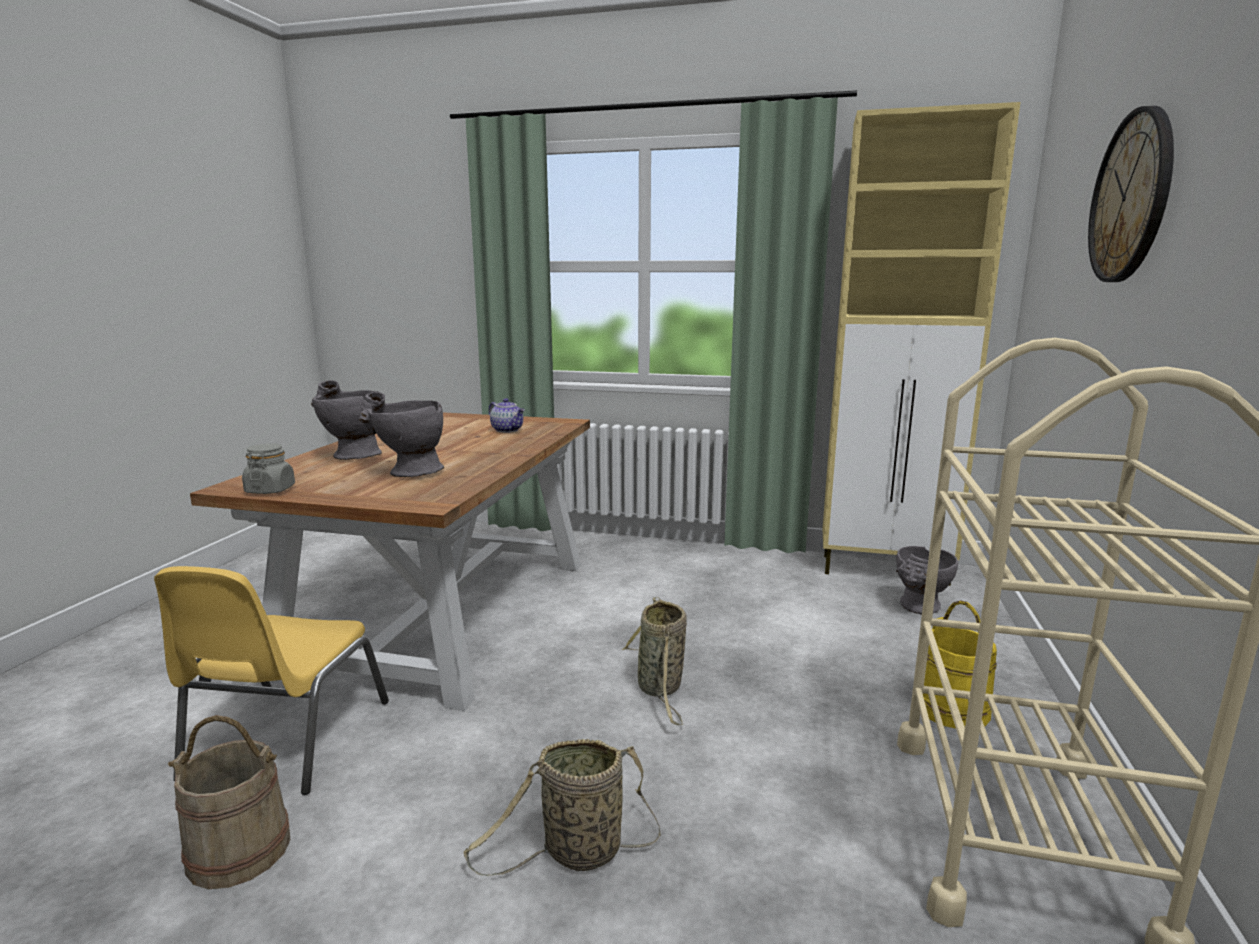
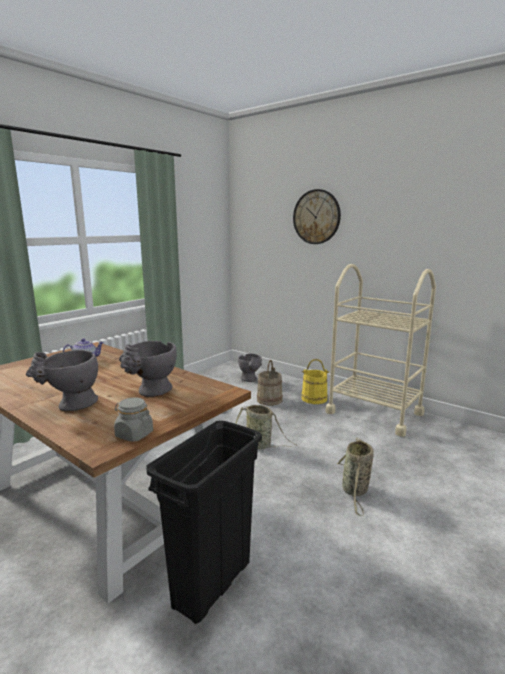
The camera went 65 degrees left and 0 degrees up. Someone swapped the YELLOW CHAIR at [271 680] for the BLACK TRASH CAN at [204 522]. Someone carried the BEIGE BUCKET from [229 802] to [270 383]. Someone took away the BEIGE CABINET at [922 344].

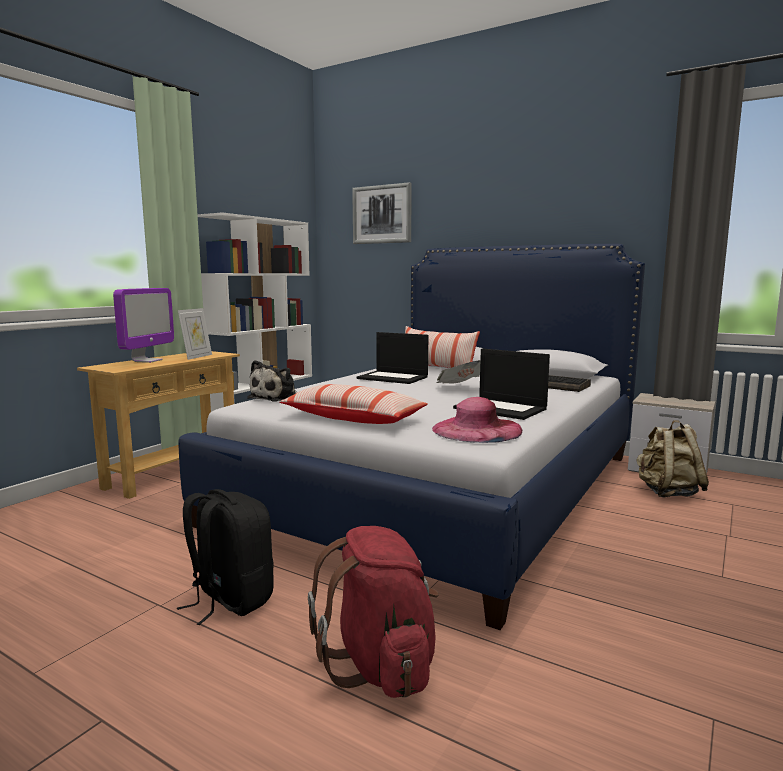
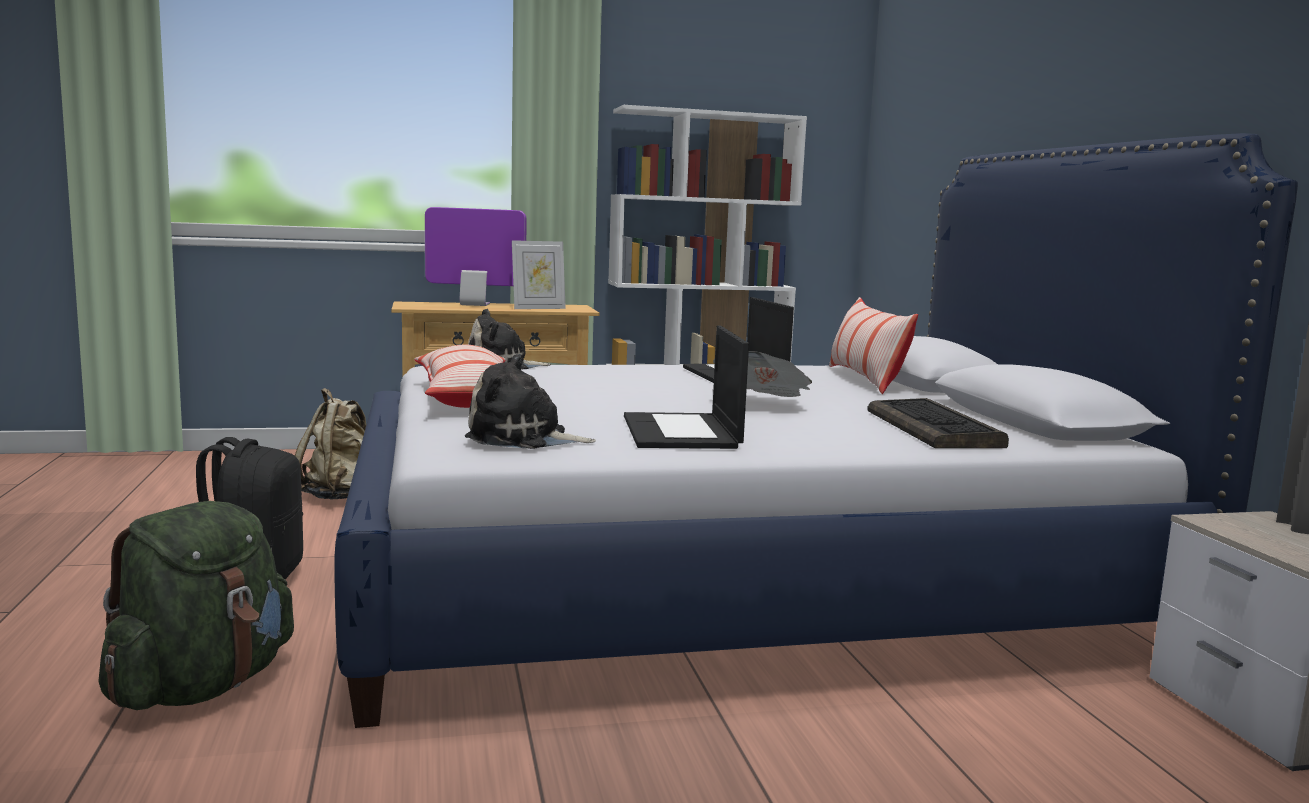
The camera went 45 degrees right and 0 degrees up. Someone rotated the MONITOR at [143 325] by 150 degrees counterclockwise. Someone repainted the RED BACKPACK at [373 612], which became the GREEN BACKPACK at [196 605]. Someone took away the PICTURE at [382 213]. Someone swapped the PINK HAT at [477 420] for the PLUSH TOY at [530 401]. Someone carried the BEIGE BACKPACK from [673 458] to [330 444].

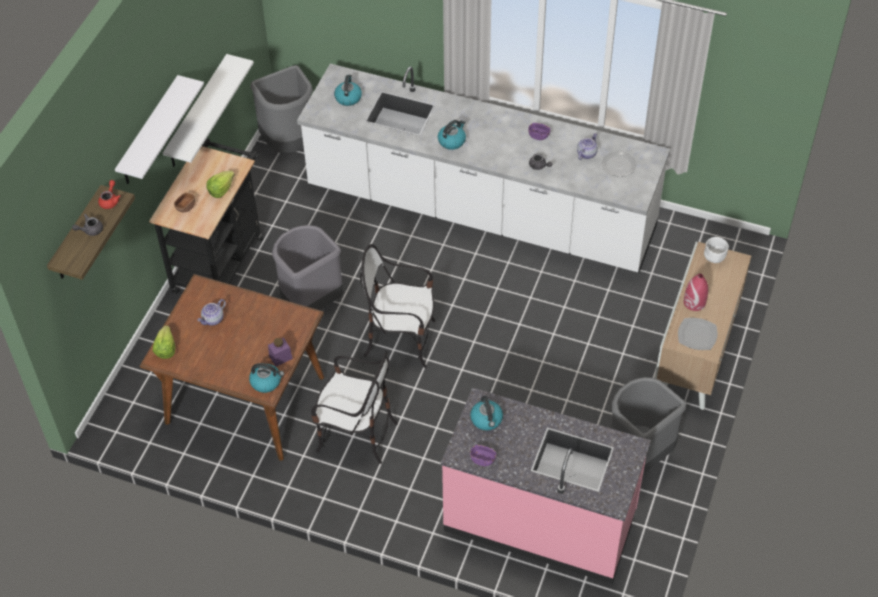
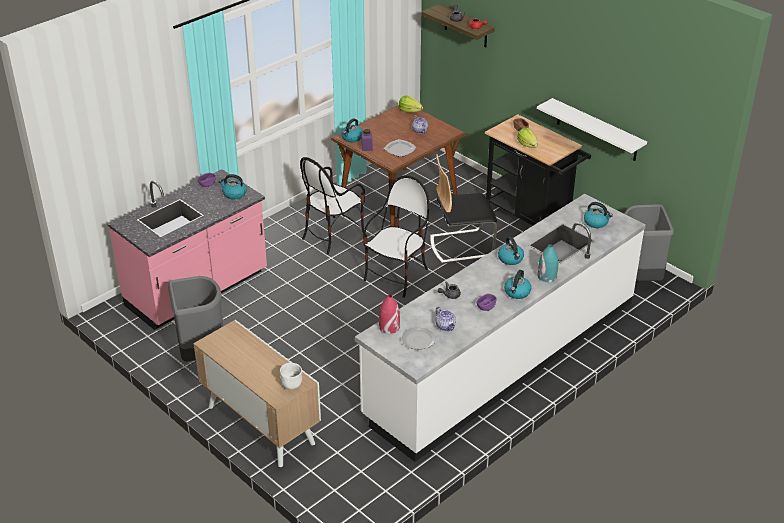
The camera went 115 degrees right and 15 degrees down. Someone took away the WHITE SHELF at [159 129]. Someone swapped the GREY TRASH CAN at [307 267] for the CHAIR at [463 209]. Someone carried the PLATE from [697 334] to [400 148]. Someone carried the RED VASE from [696 292] to [389 314]. Someone put down the KETTLE at [517 284]. Someone put down the TURQUOISE VASE at [547 263].

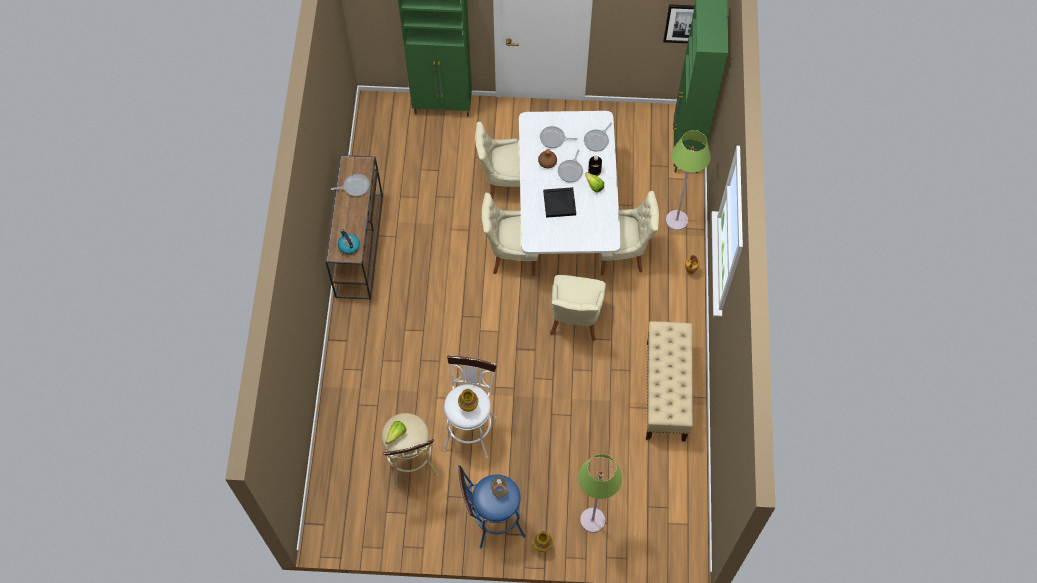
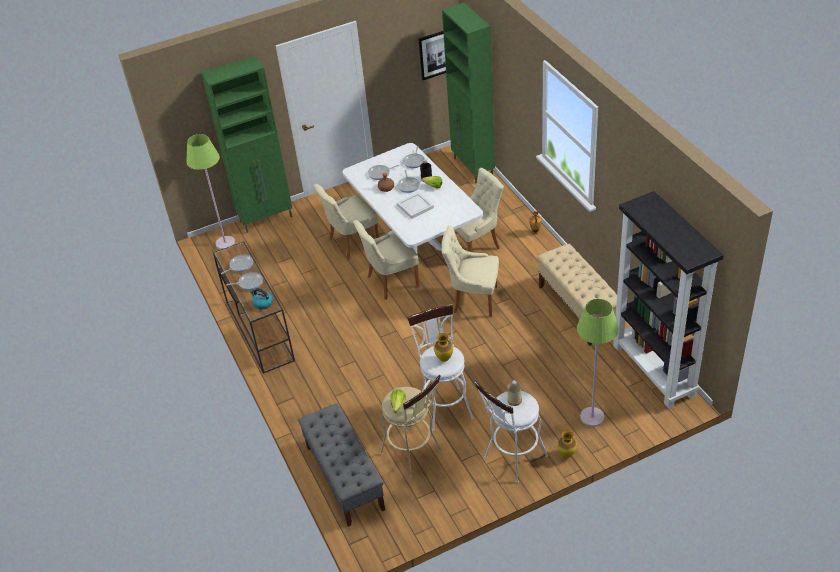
The camera went 25 degrees left and 20 degrees down. Someone repainted the BLUE STOOL at [492 507], which became the WHITE STOOL at [511 432]. Someone repainted the BLACK TRAY at [559 202], which became the WHITE TRAY at [415 205]. Someone rotated the BEIGE CHAIR at [578 308] by 120 degrees clockwise. Someone carried the GREEN FLOOR LAMP from [688 180] to [210 192]. Someone put down the FRYING PAN at [244 281]. Someone put down the GREY BENCH at [341 465]. Someone put down the BLACK BOOKCASE at [668 300].

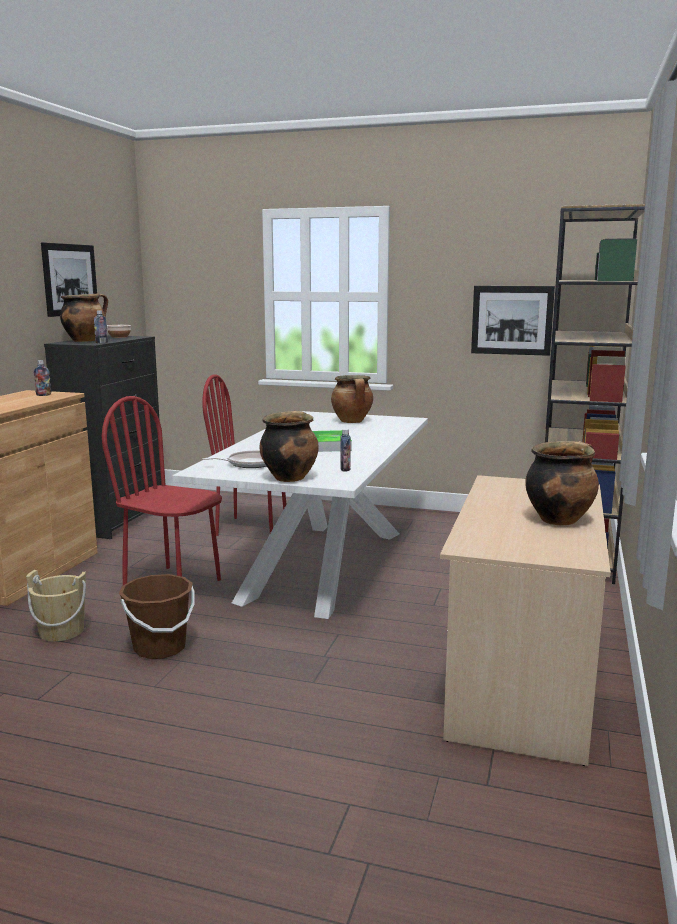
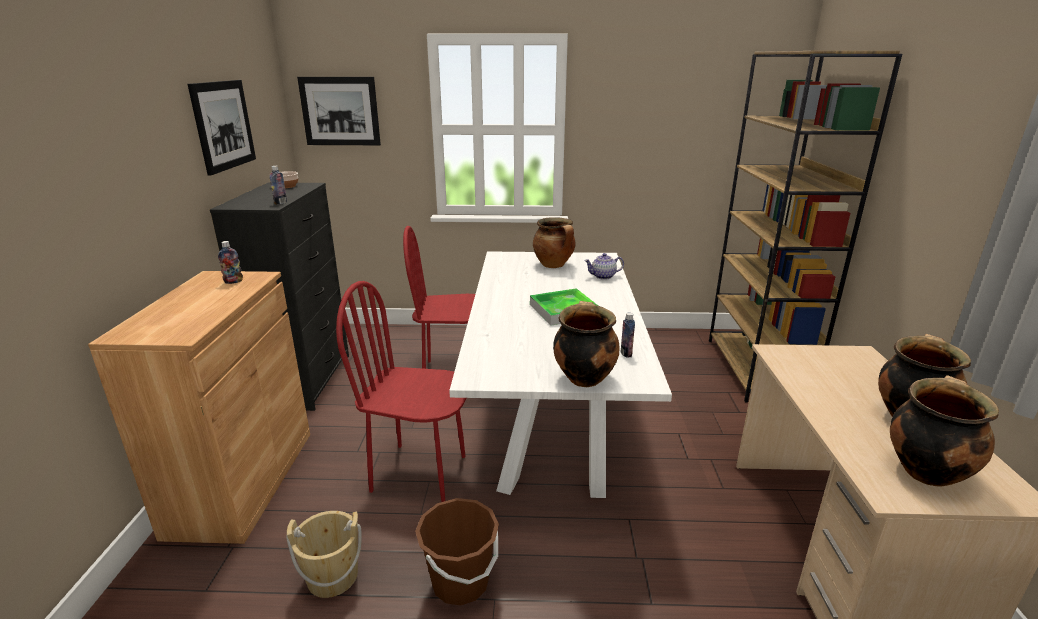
The camera went 15 degrees left and 10 degrees up. Someone carried the COOKING POT from [84 317] to [944 431]. Someone took away the FRYING PAN at [234 459]. Someone carried the PICTURE from [513 321] to [339 111]. Someone put down the TEAPOT at [604 266].

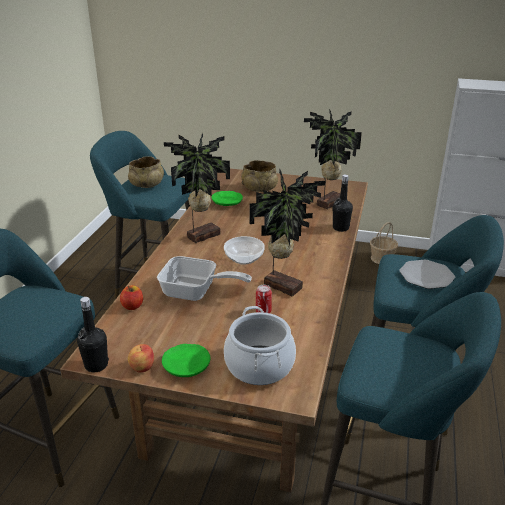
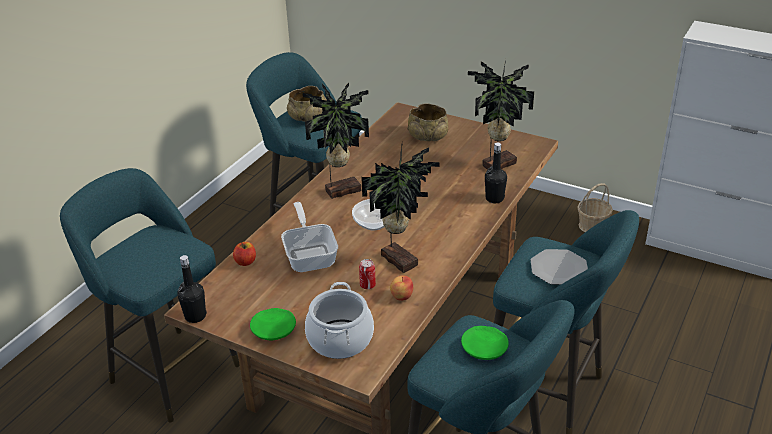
The camera went 15 degrees right and 5 degrees up. Someone carried the APPLE from [141 358] to [401 288]. Someone rotated the FRYING PAN at [204 278] by 135 degrees counterclockwise. Someone carried the GREEN PLATE from [227 198] to [485 343].

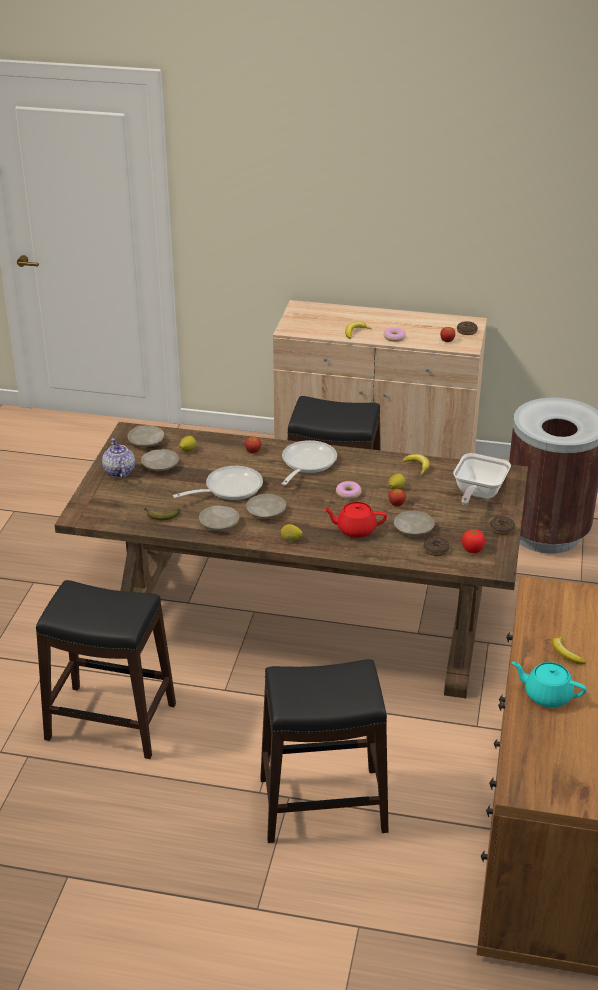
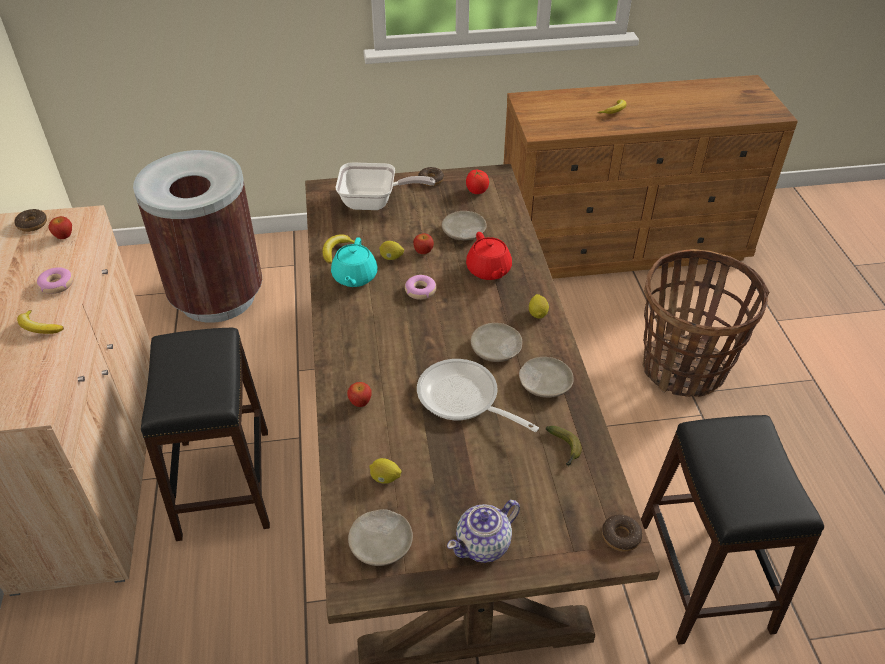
The camera went 110 degrees left and 10 degrees up. Someone took away the BEIGE PLATE at [160 460]. Someone swapped the BLACK STOOL at [324 751] for the BASKET at [706 323]. Someone took away the FRYING PAN at [309 462]. Someone carried the DONUT from [437 546] to [622 533]. Someone carried the TURQUOISE TEAPOT from [549 684] to [354 262].

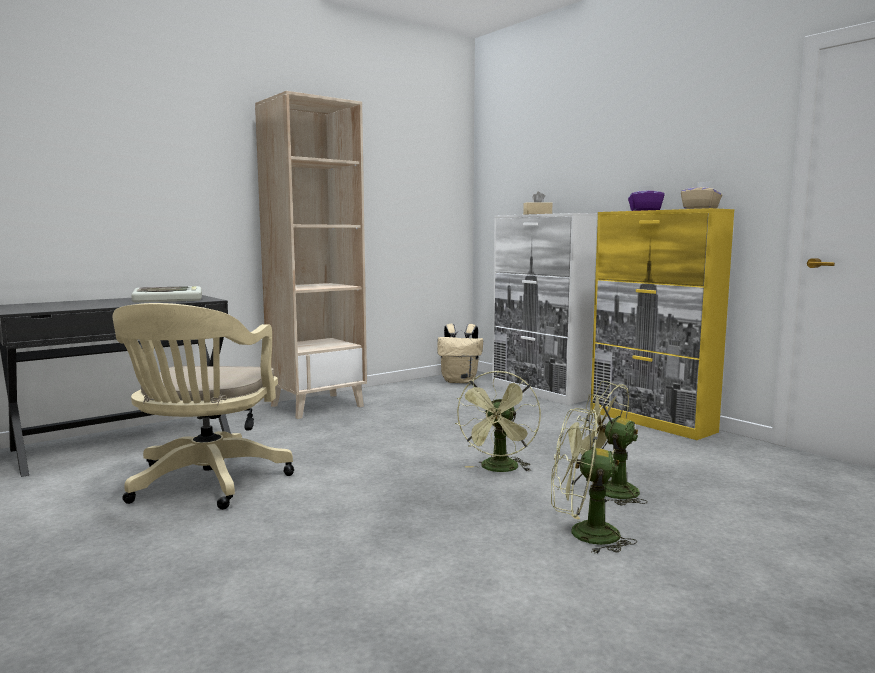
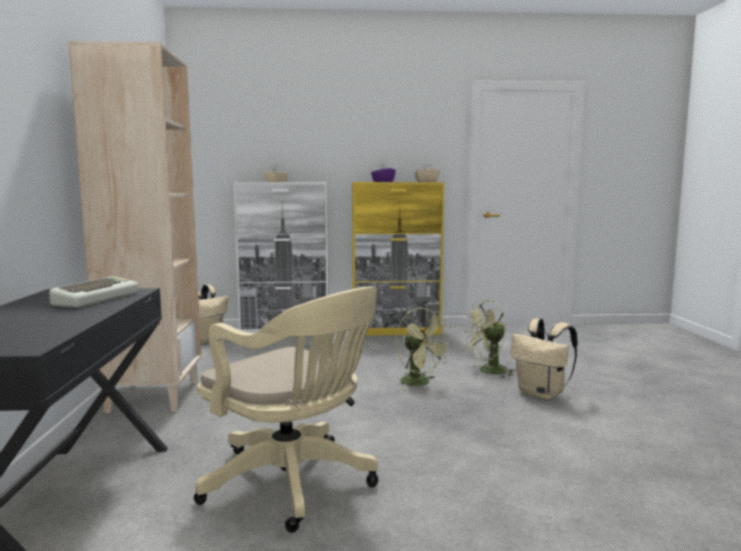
The camera went 55 degrees left and 0 degrees up. Someone swapped the GREEN FAN at [594 481] for the BEIGE BACKPACK at [544 359].

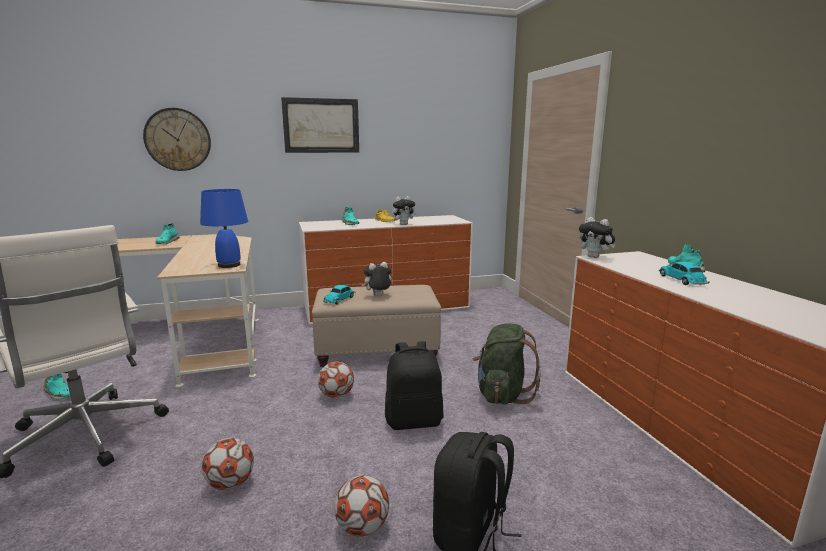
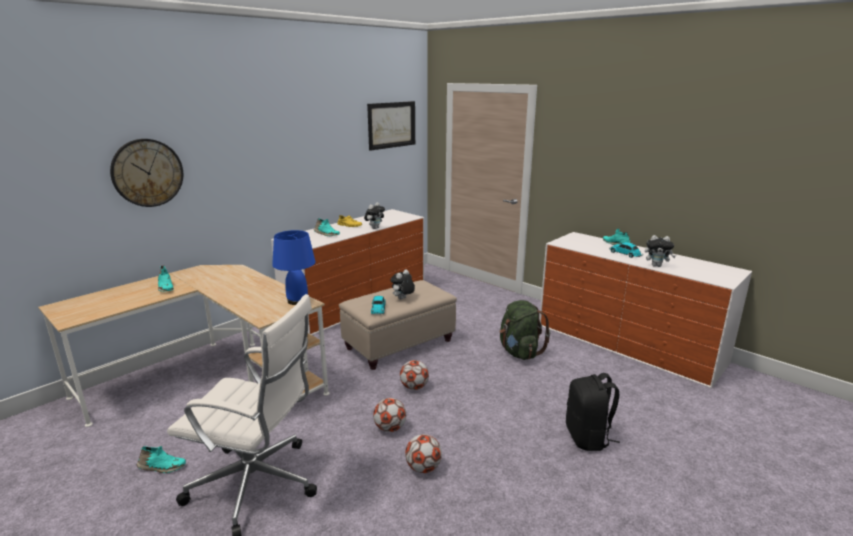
The camera went 30 degrees left and 5 degrees up. Someone carried the PICTURE from [320 125] to [391 126]. Someone carried the FOOTBALL from [361 506] to [389 415]. Someone took away the BLACK BACKPACK at [414 385]. Someone carried the PLUSH TOY from [597 237] to [660 251].

